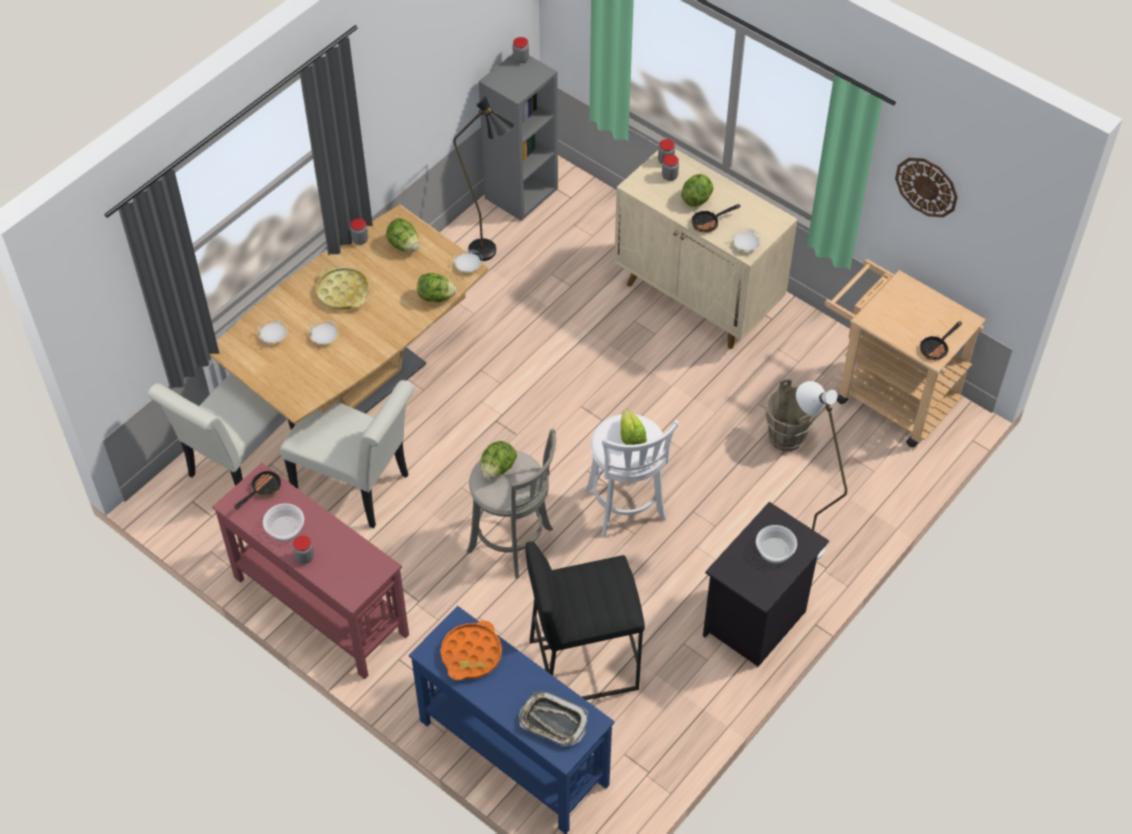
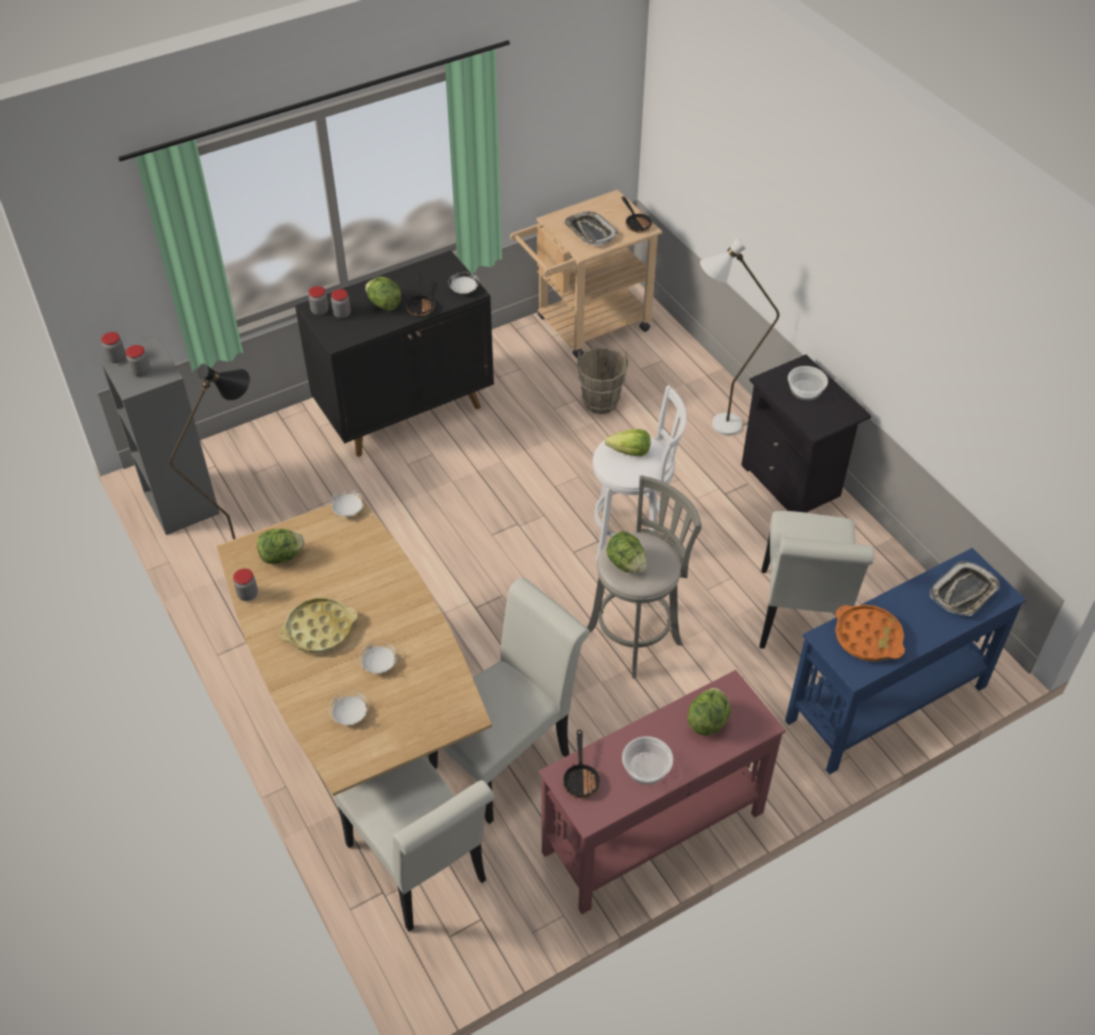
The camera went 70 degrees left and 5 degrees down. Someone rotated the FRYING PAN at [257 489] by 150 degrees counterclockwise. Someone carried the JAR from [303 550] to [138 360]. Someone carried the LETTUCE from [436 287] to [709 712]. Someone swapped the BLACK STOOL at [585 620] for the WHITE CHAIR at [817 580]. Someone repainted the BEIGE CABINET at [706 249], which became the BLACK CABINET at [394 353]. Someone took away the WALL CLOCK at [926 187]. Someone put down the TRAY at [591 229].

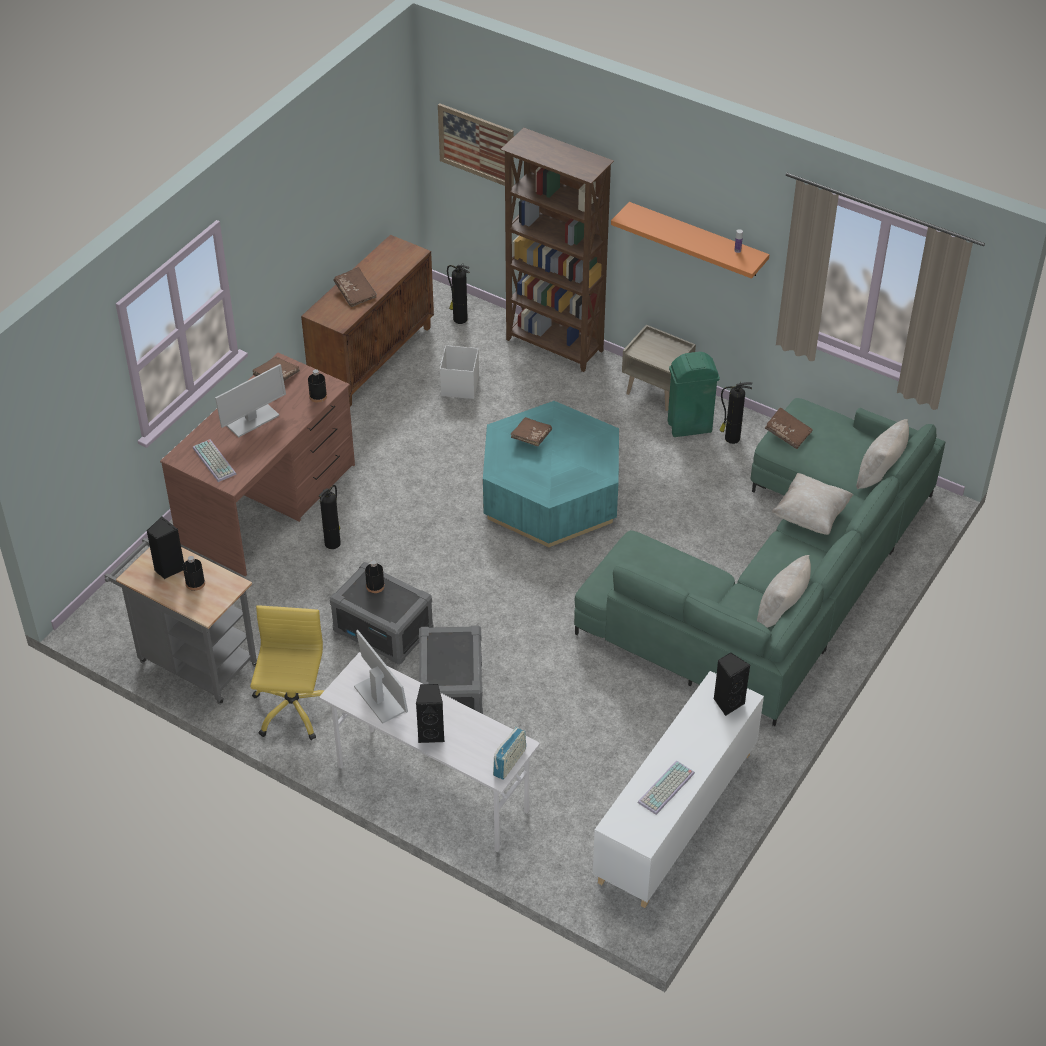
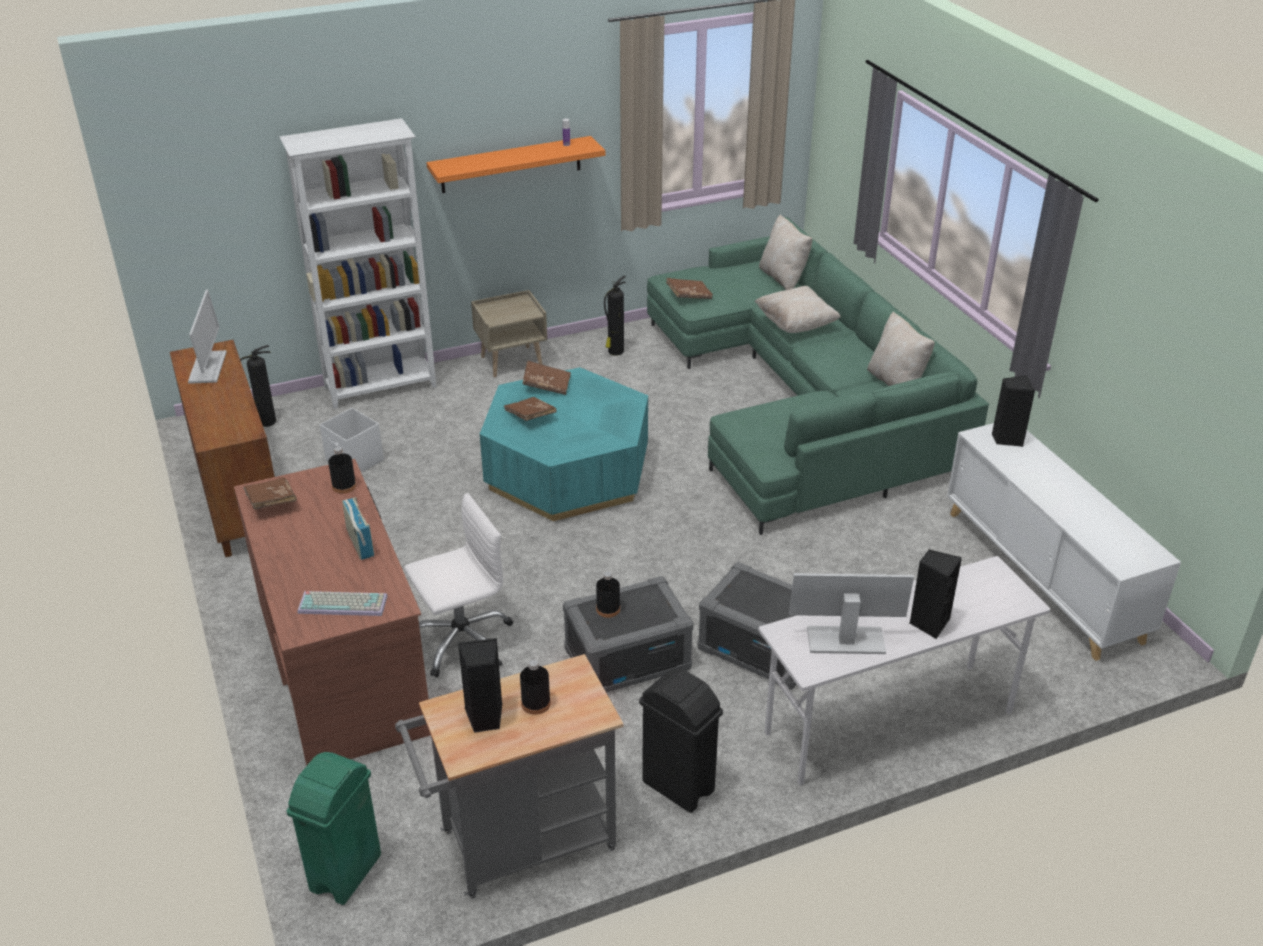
The camera went 55 degrees left and 10 degrees down. Someone carried the MONITOR from [250 401] to [207 337]. Someone swapped the YELLOW OFFICE CHAIR at [287 672] for the BLACK TRASH CAN at [681 741]. Someone swapped the FIRE EXTINGUISHER at [330 517] for the WHITE OFFICE CHAIR at [458 585]. Someone carried the BROWN BOOK from [355 287] to [547 378]. Someone took away the PICTURE at [476 145]. Someone carried the RADIO from [509 753] to [358 528]. Someone repainted the BROWN BOOKCASE at [557 250], which became the WHITE BOOKCASE at [358 263]. Someone took away the KEYBOARD at [666 787]. Someone carried the GREEN TRASH CAN from [694 394] to [334 828].

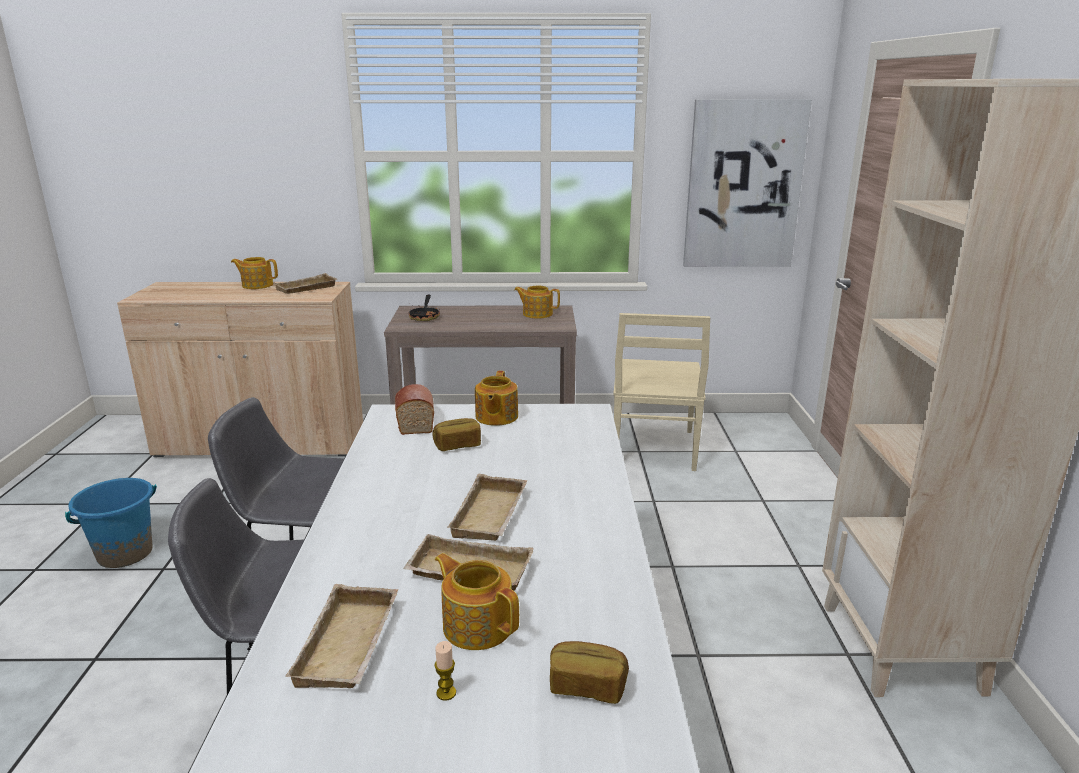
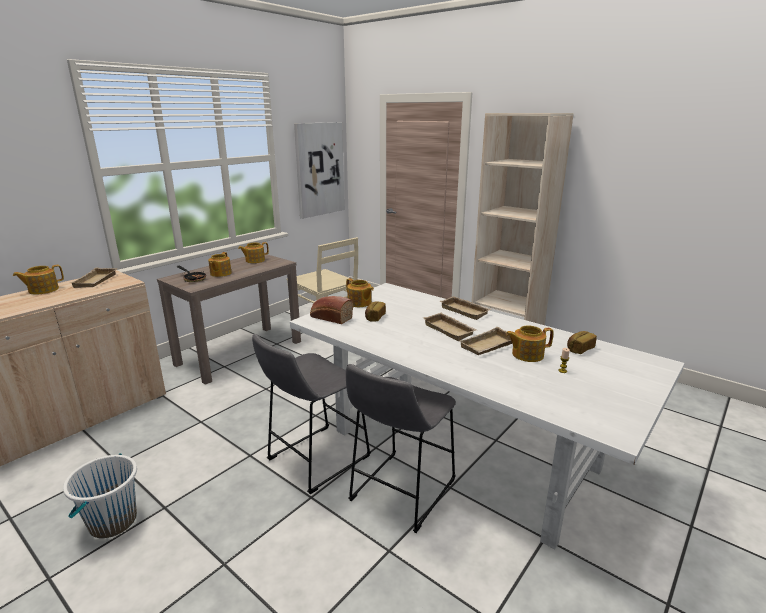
The camera went 50 degrees left and 0 degrees up. Someone repainted the BLUE BUCKET at [111 523], which became the WHITE BUCKET at [100 495]. Someone carried the BEIGE TRAY from [341 636] to [466 308]. Someone put down the TEAPOT at [220 264].

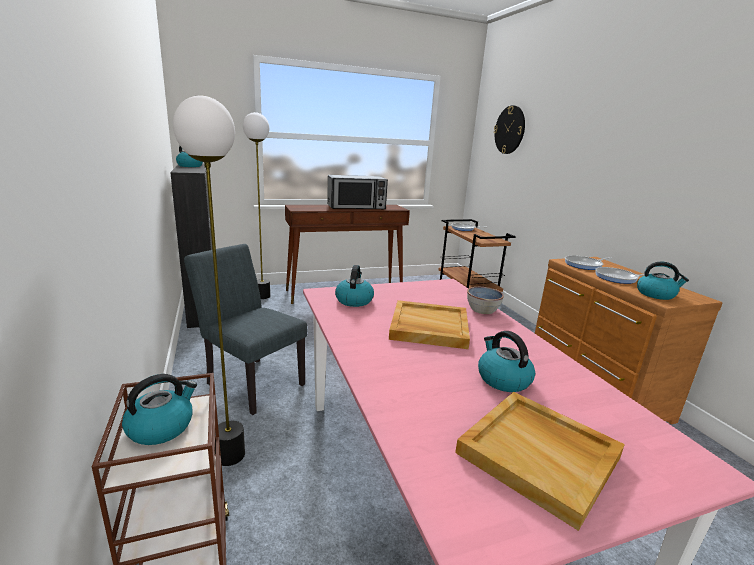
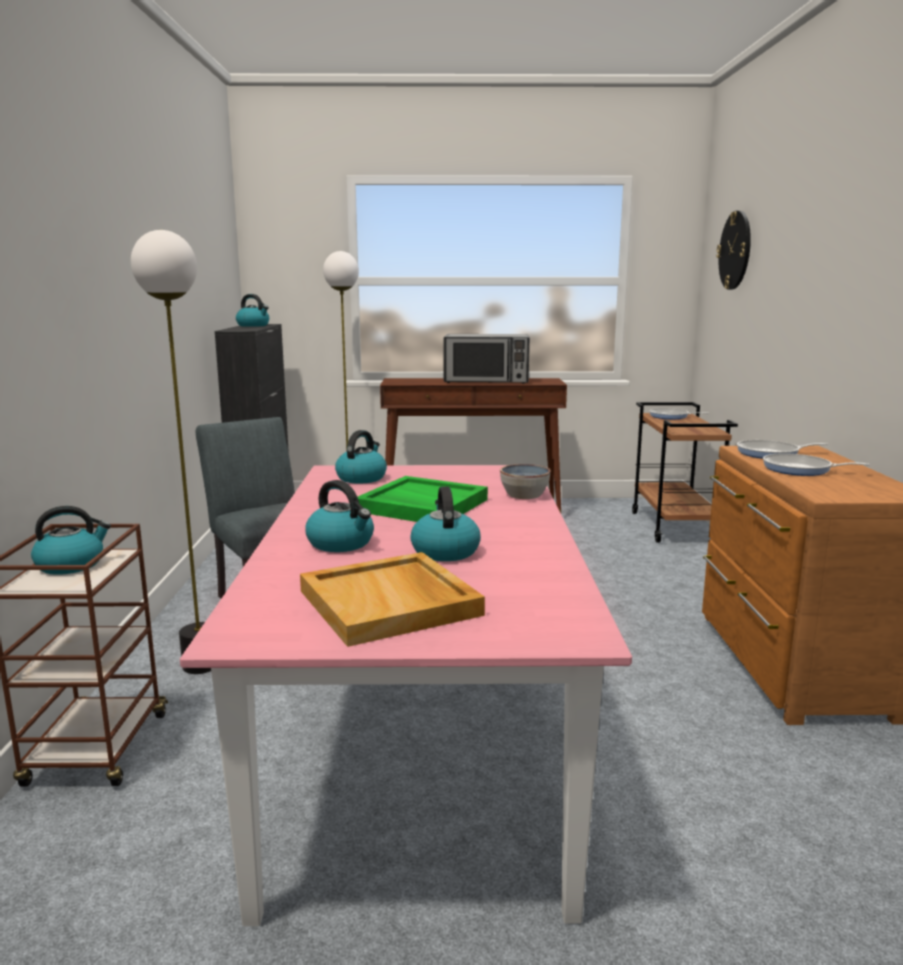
The camera went 20 degrees right and 5 degrees down. Someone repainted the BEIGE TRAY at [429 324], which became the GREEN TRAY at [423 499]. Someone carried the KETTLE from [663 280] to [339 516].

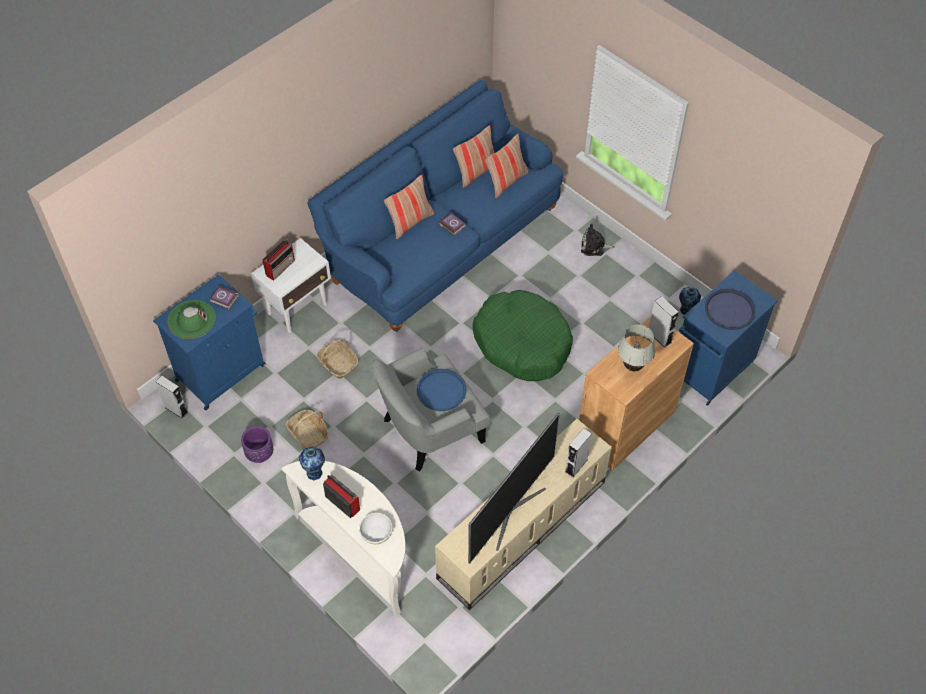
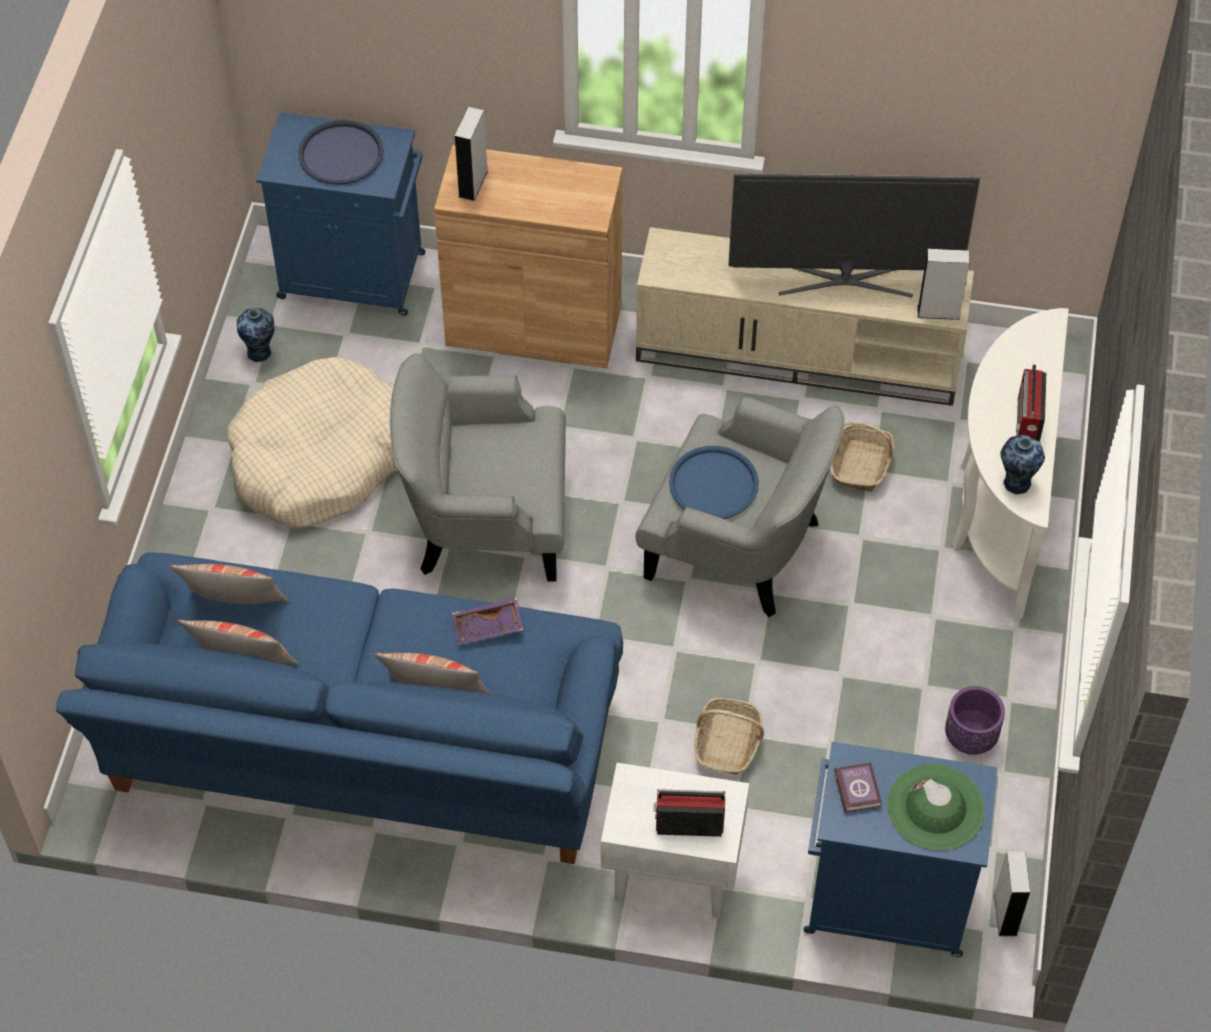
The camera went 125 degrees left and 0 degrees up. Someone carried the BASKET from [307 429] to [862 456]. Someone took away the WHITE BOWL at [375 528]. Someone took away the BOOK at [452 224]. Someone swapped the GREEN DOG BED at [523 335] for the GREY ARMCHAIR at [478 468]. Someone carried the GREY SPEAKER from [578 452] to [943 284]. Someone took away the PLUSH TOY at [598 240]. Someone took away the WHITE TABLE LAMP at [636 348]. Someone put down the BEIGE DOG BED at [312 442]. Someone put down the PURPLE TRAY at [487 621].

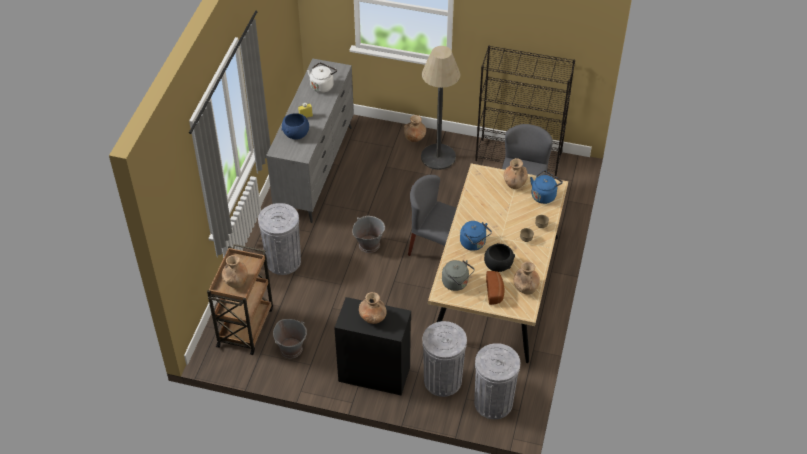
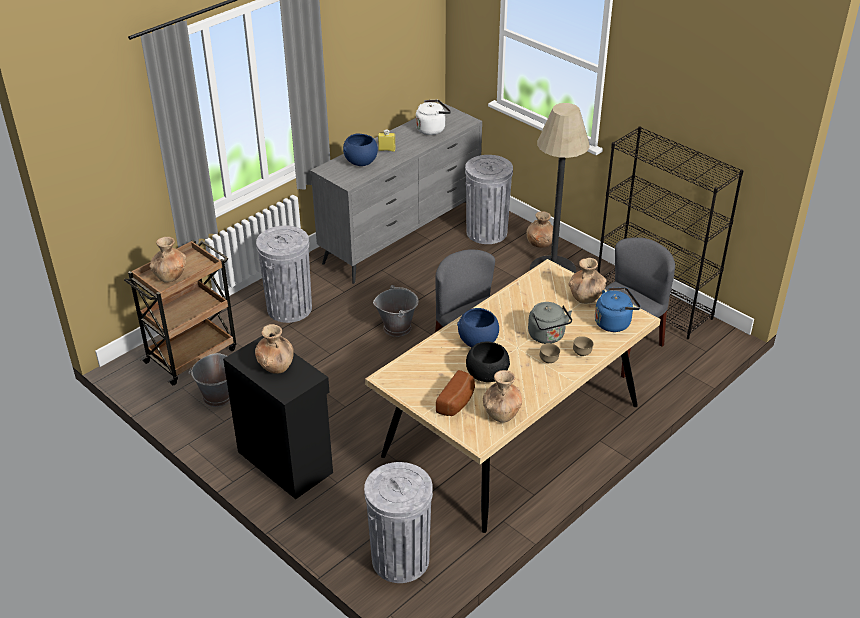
The camera went 30 degrees right and 10 degrees down. Someone carried the GREY TRASH CAN from [444 359] to [489 199]. Someone carried the GREY KETTLE from [458 275] to [550 323]. Someone swapped the BLUE KETTLE at [476 236] for the BLUE BOWL at [478 328].

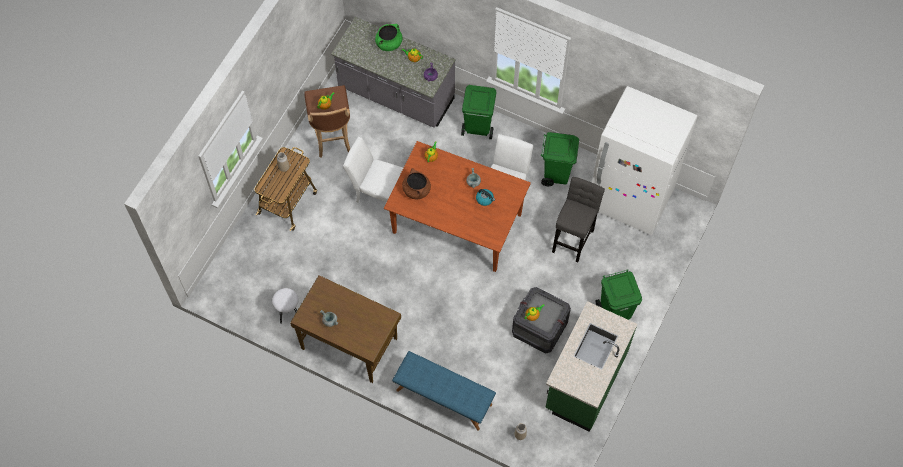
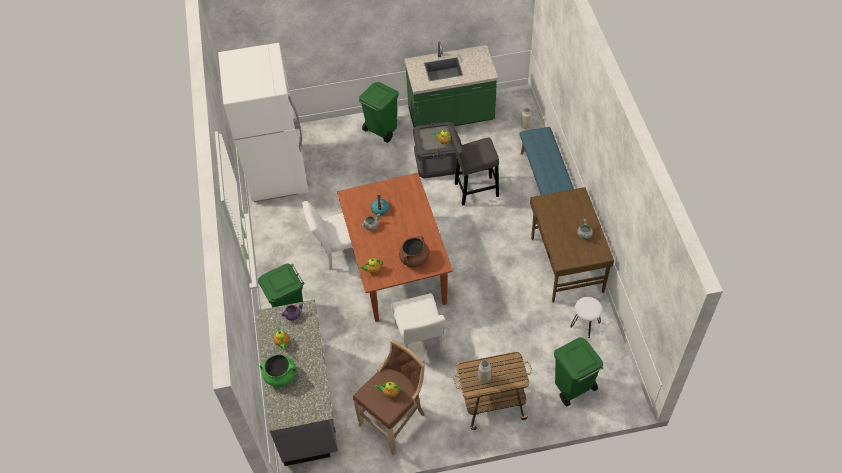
The camera went 125 degrees left and 10 degrees down. Someone carried the GREEN TRASH CAN from [560 159] to [578 371]. Someone carried the GREY STOOL from [578 219] to [474 167].

